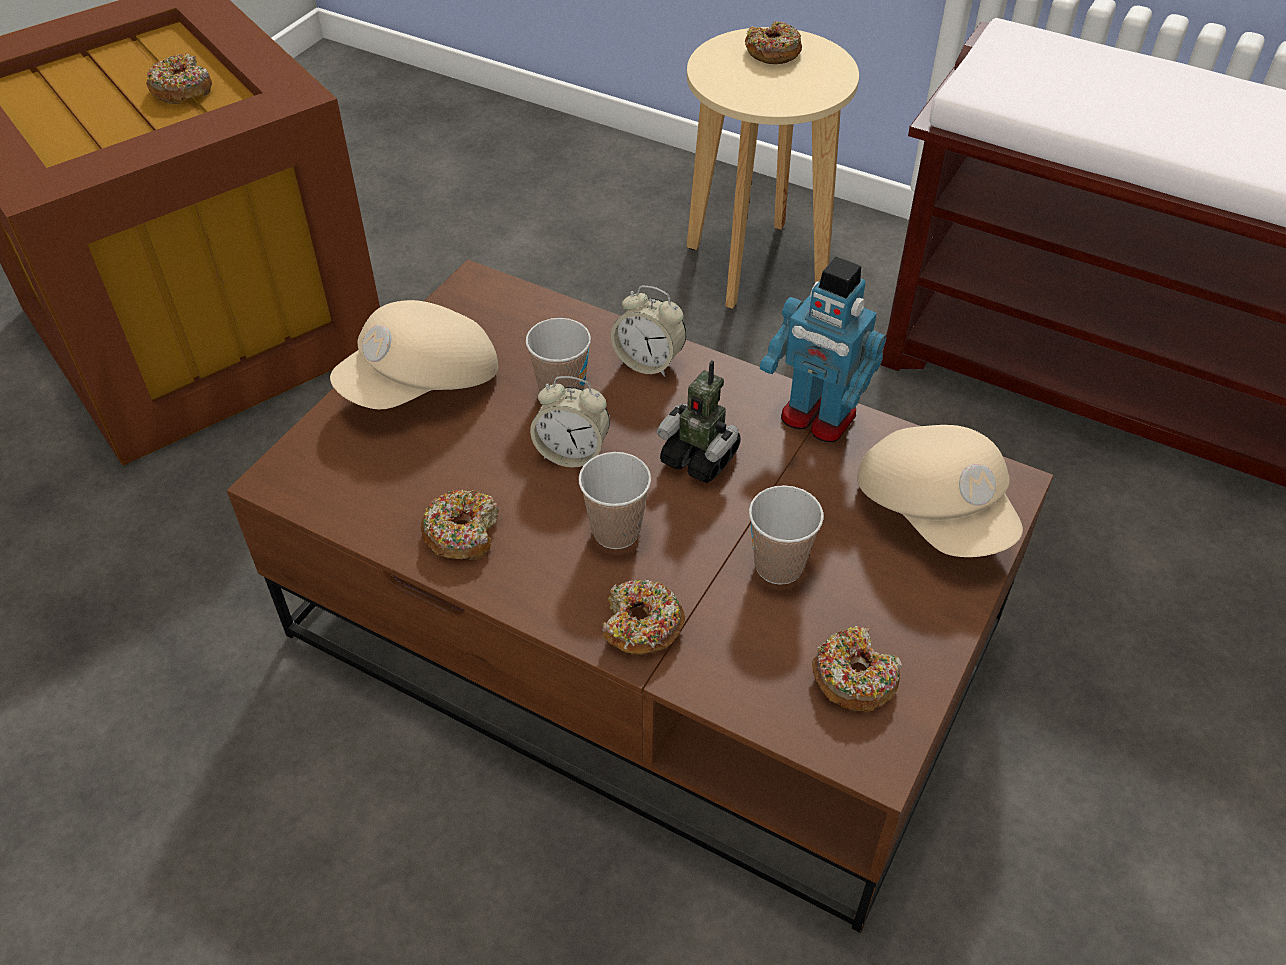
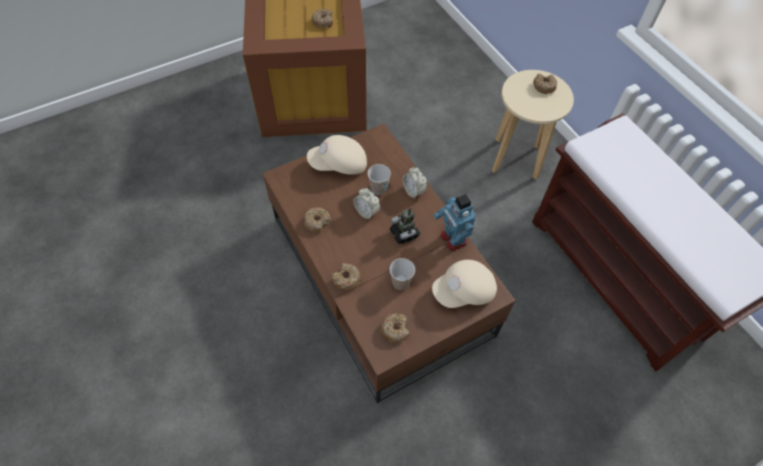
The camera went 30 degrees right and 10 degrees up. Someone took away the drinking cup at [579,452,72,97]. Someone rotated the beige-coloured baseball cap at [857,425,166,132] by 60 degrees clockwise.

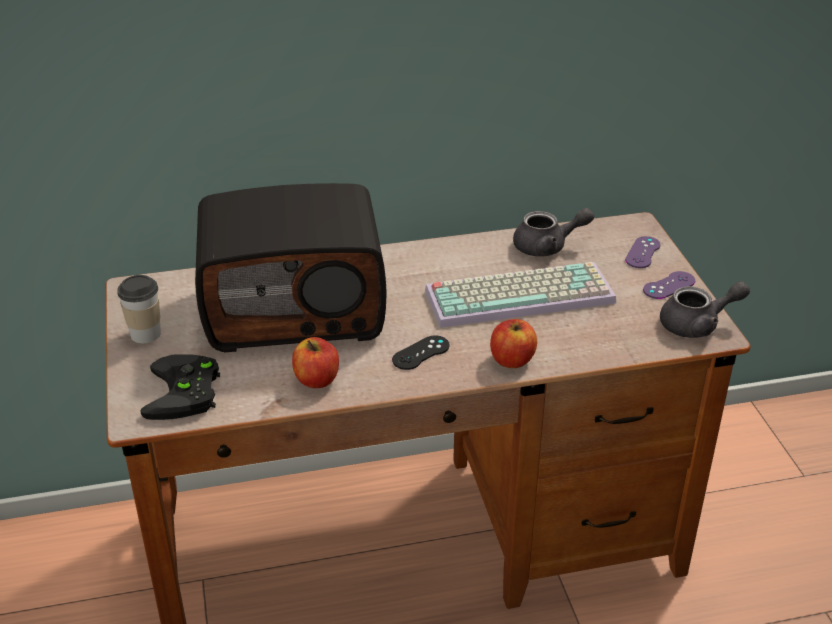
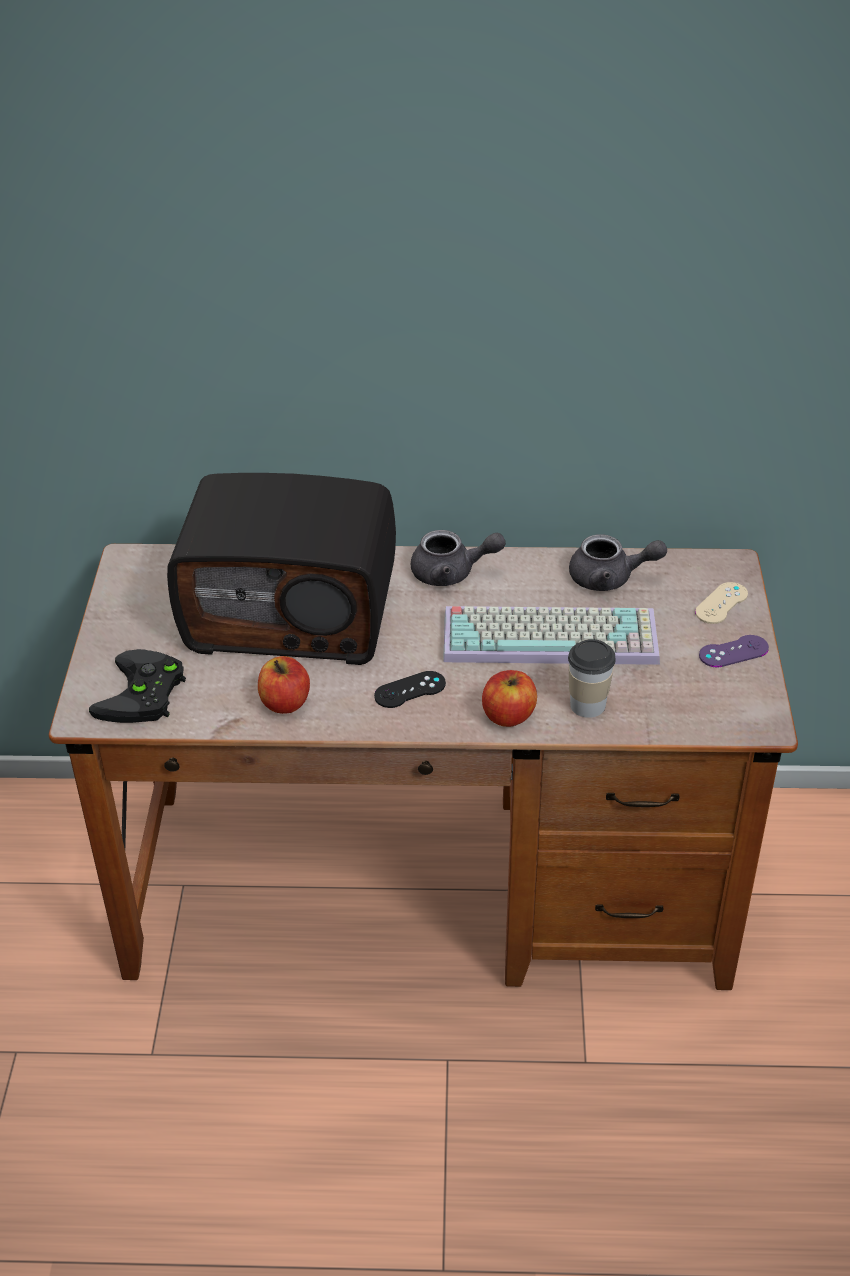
The camera went 15 degrees right and 5 degrees up. Someone carried the drinking cup from [117,275,44,68] to [568,639,48,79]. Someone repainted the purple-coloured joypad at [625,236,36,32], which became the beige-coloured joypad at [695,582,53,42]. Someone carried the grey pot for tea from [660,281,90,57] to [411,530,95,56].

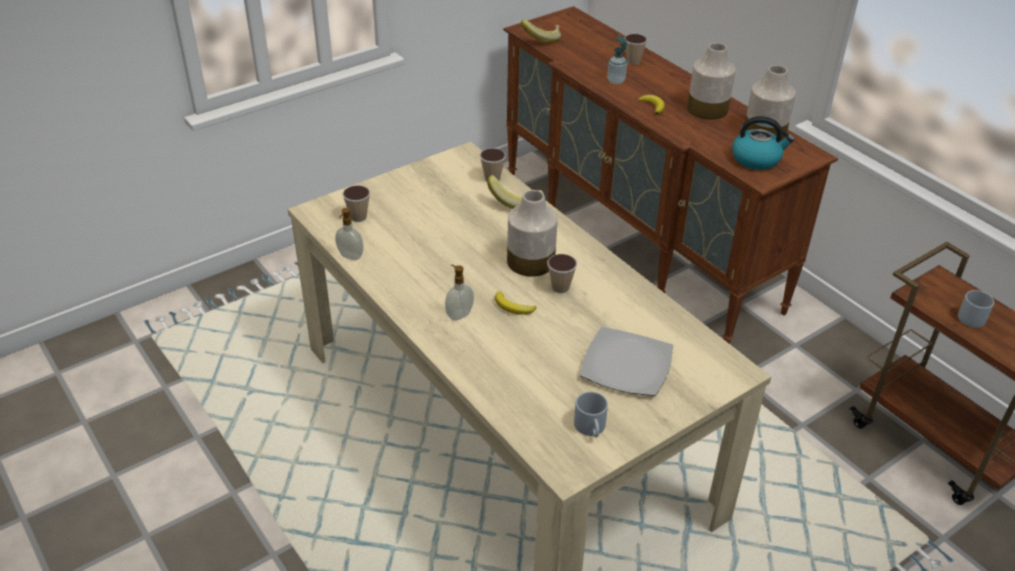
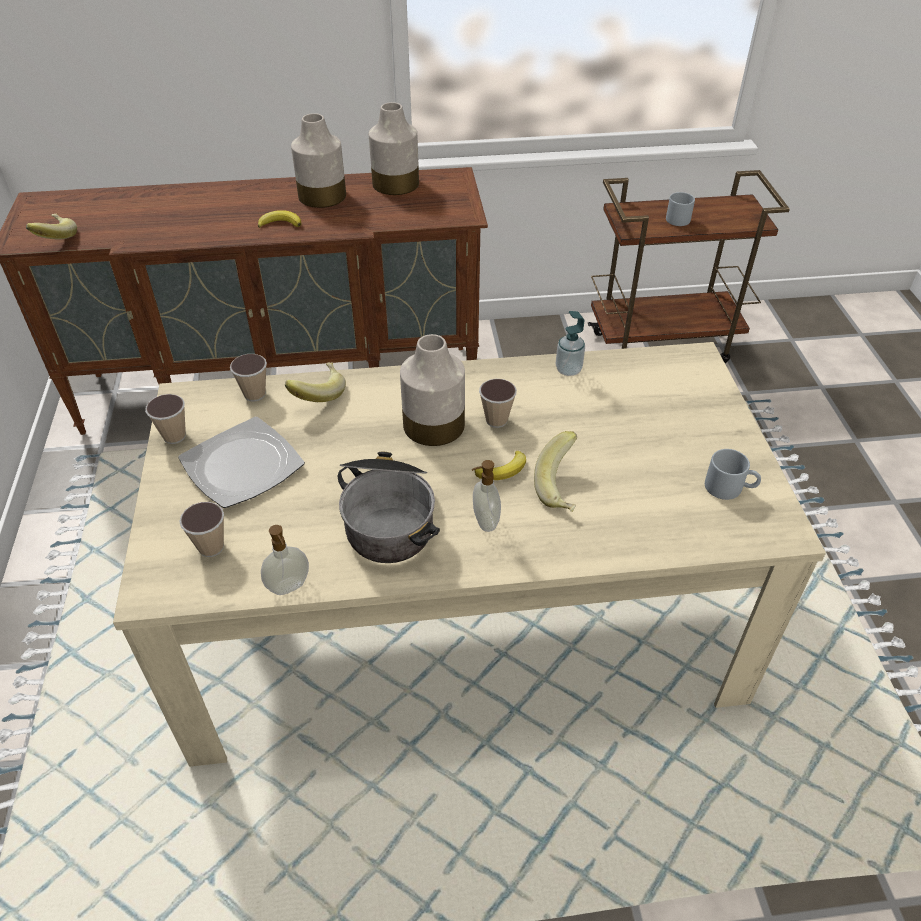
The camera went 60 degrees left and 5 degrees up. Someone carried the plate from [580,327,93,69] to [178,417,127,91]. Someone carried the soap bottle from [607,36,20,48] to [556,311,29,65]. Someone carried the drinking cup from [624,34,23,31] to [145,394,41,50]. Someone took away the water kettle at [732,116,62,54]. Someone put down the saucepot at [337,452,103,111]. Someone put down the banana at [534,431,44,81].

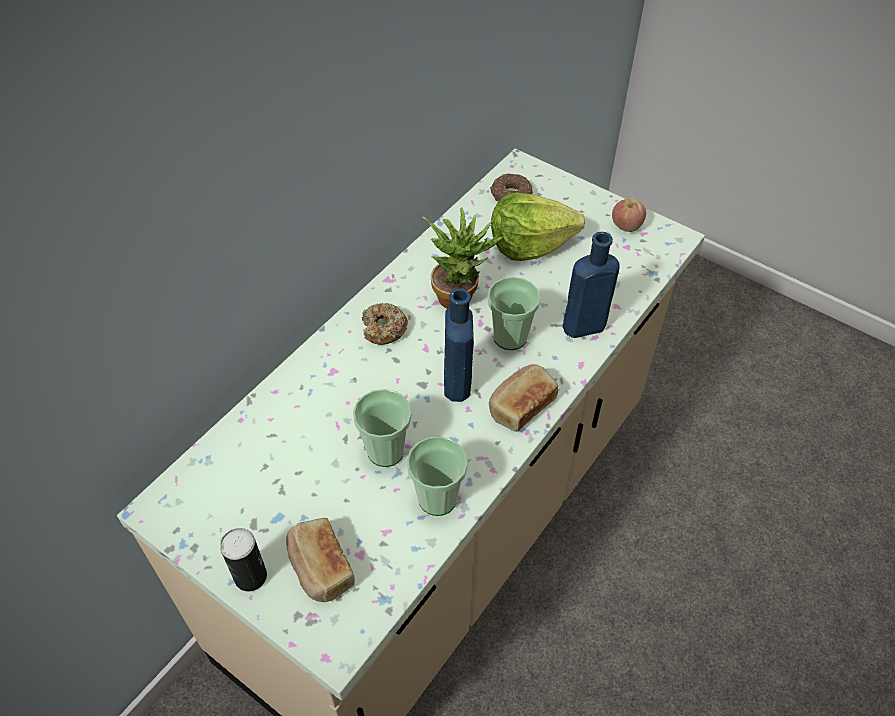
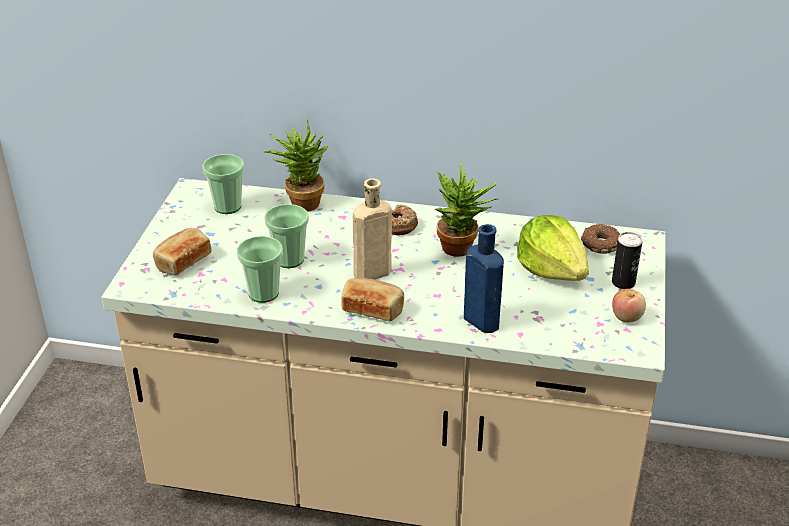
The camera went 65 degrees right and 15 degrees down. Someone carried the metal can from [220,528,47,63] to [612,232,31,57]. Someone repainted the bluish drink bottle at [444,288,30,114], which became the beige-coloured drink bottle at [353,178,39,102]. Someone carried the drinking cup from [487,277,54,73] to [202,154,42,60]. Someone put down the plant in a pot at [264,119,64,93].

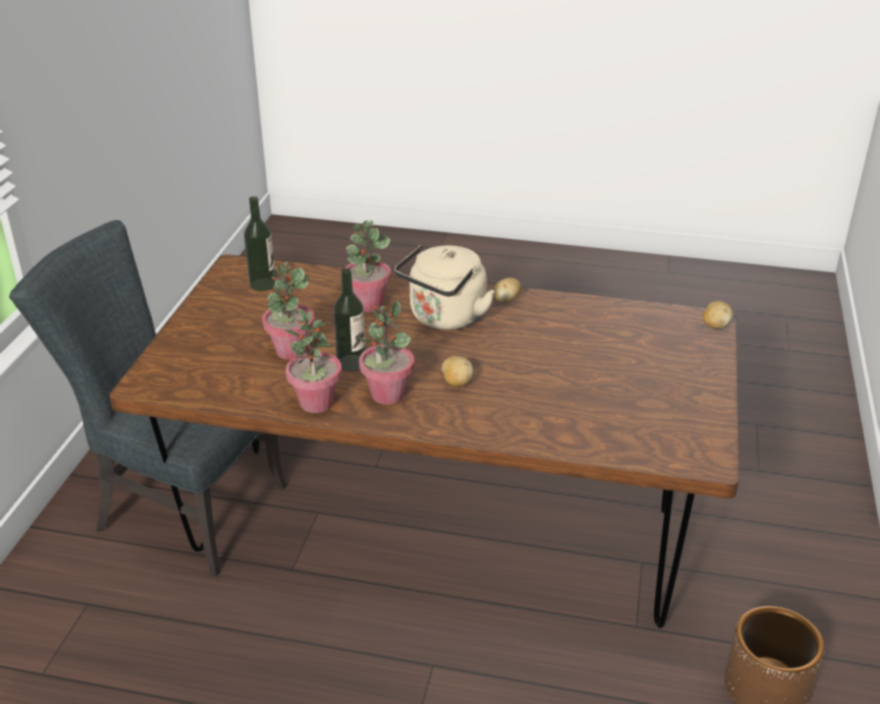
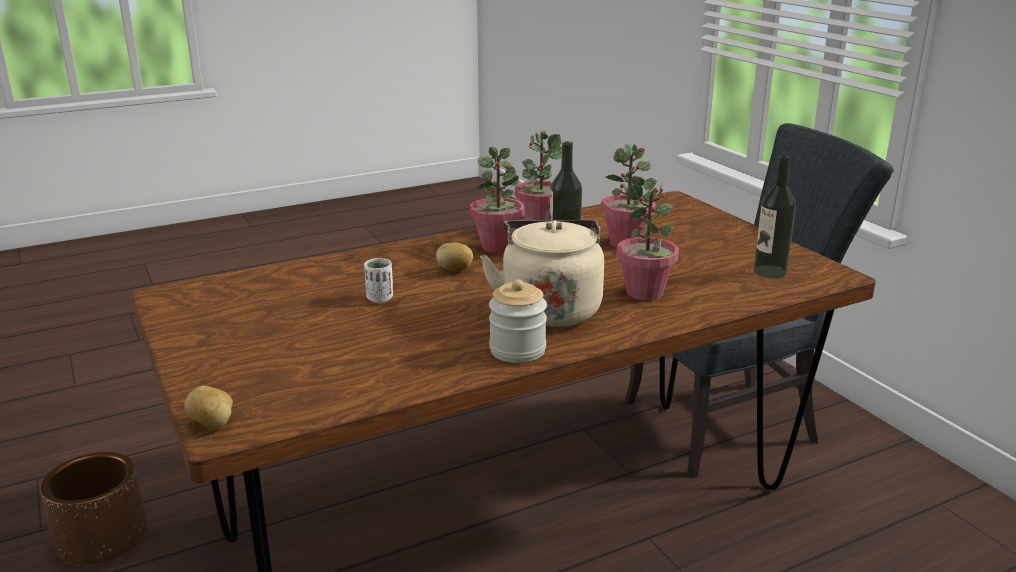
The camera went 140 degrees right and 10 degrees down. Someone swapped the potato at [493,278,28,25] for the jar at [489,279,58,84]. Someone put down the white drinking cup at [364,258,29,45].

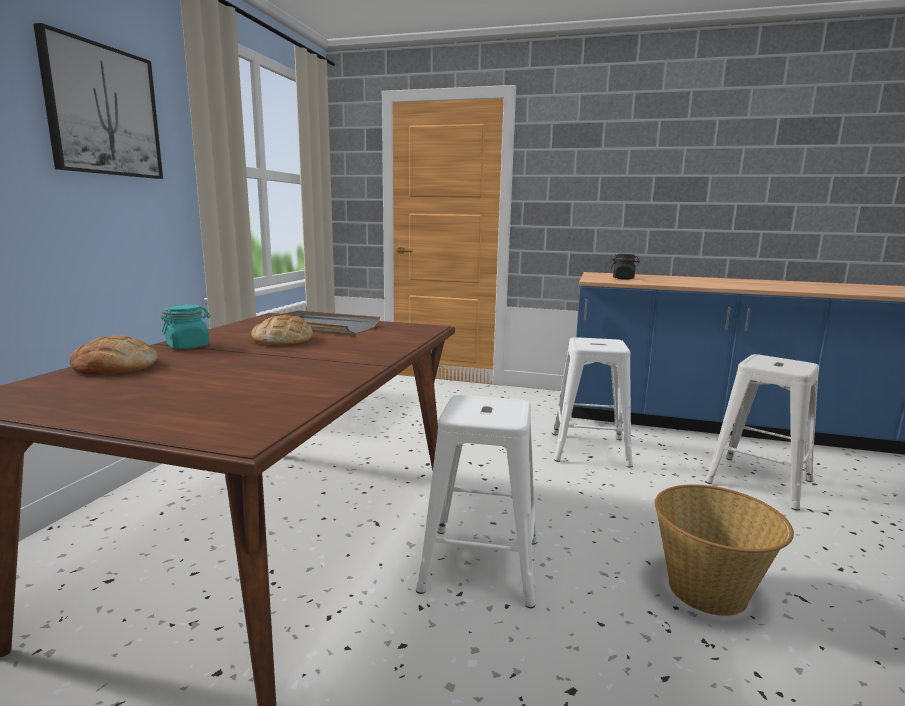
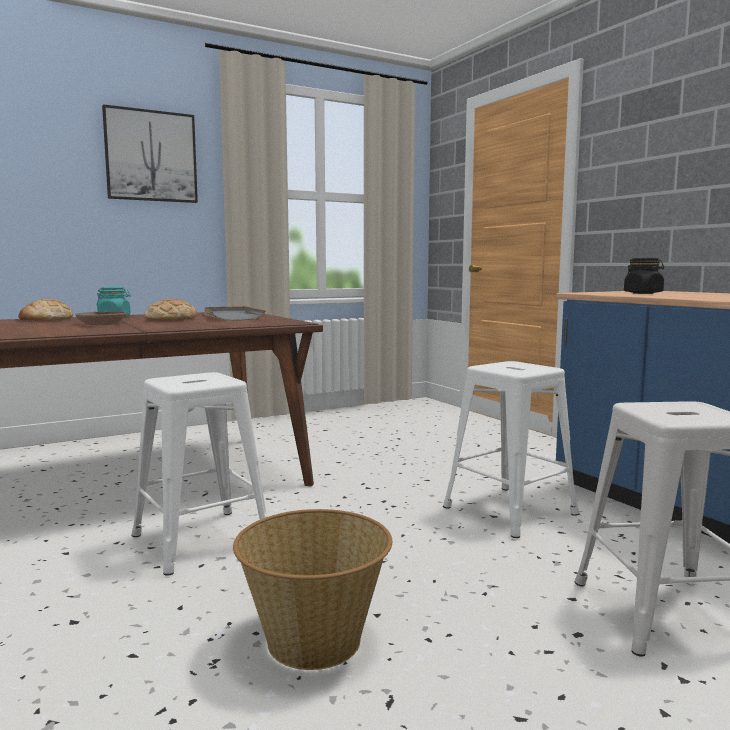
The camera went 45 degrees right and 5 degrees down. Someone put down the brownish bowl at [75,311,51,14].

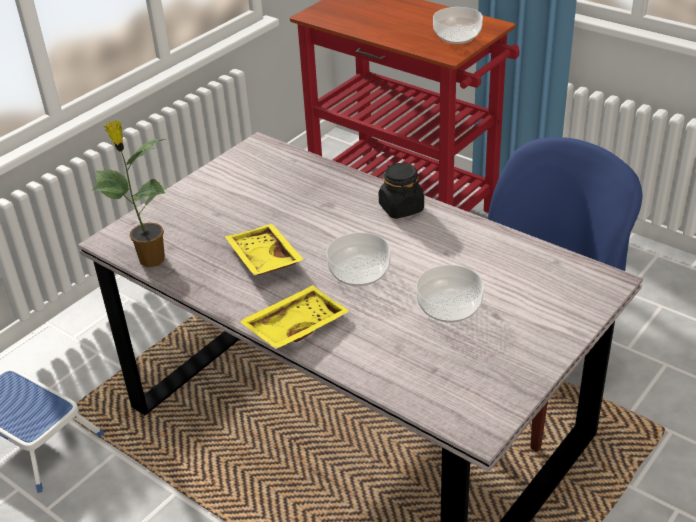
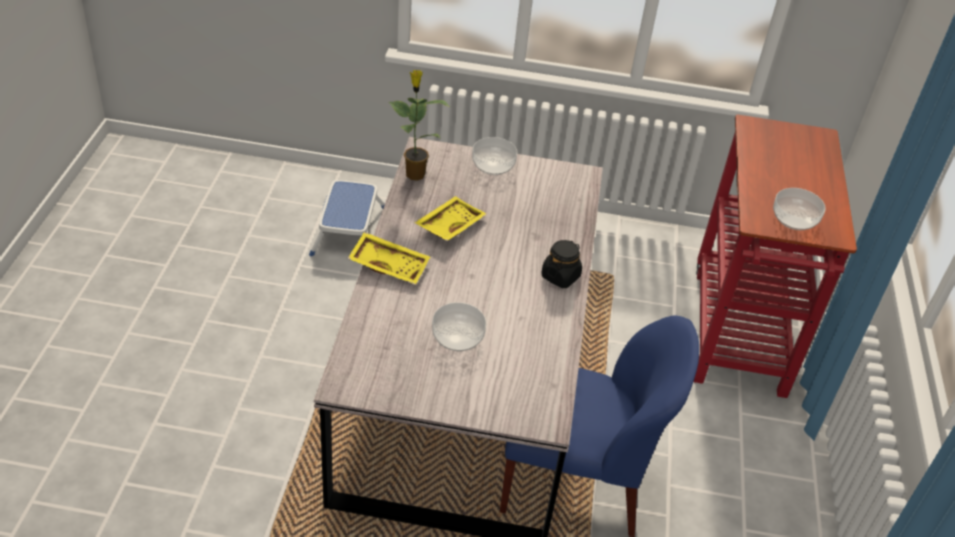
The camera went 55 degrees right and 5 degrees up. Someone carried the bowl from [326,232,65,55] to [472,137,45,38].

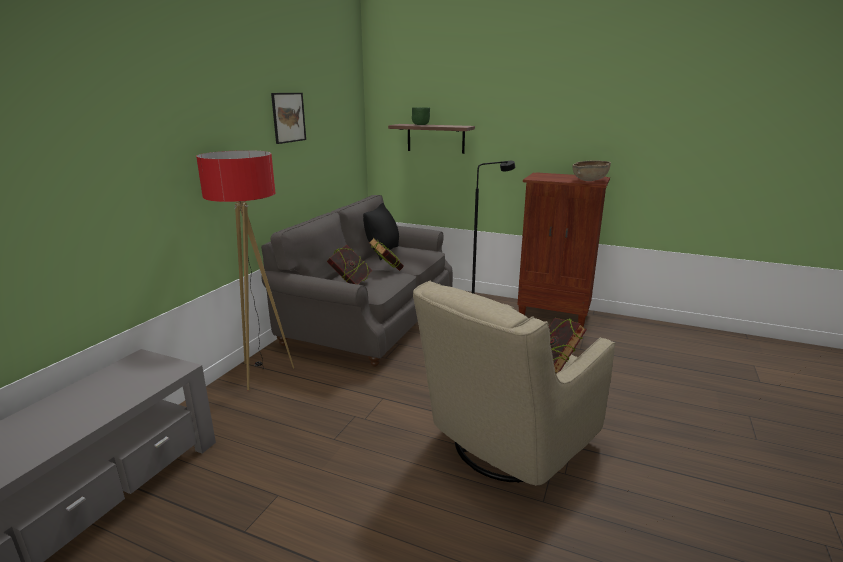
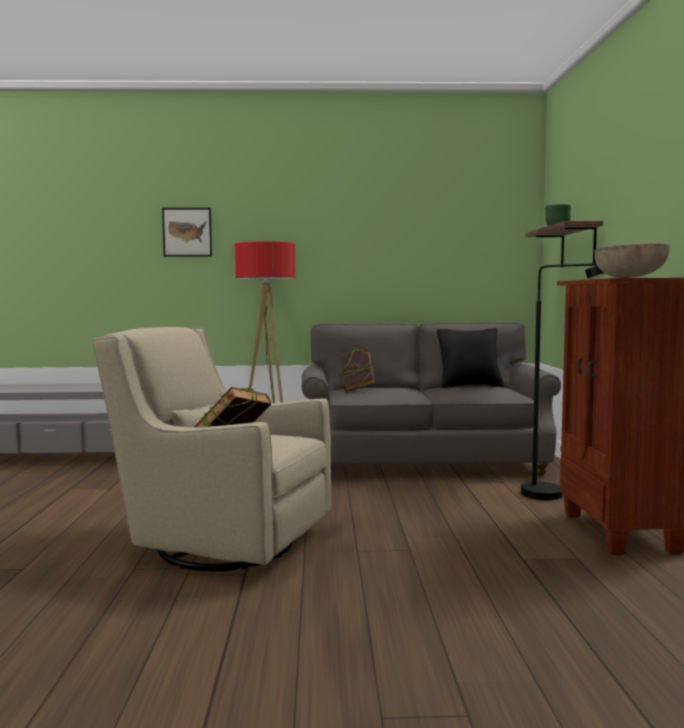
The camera went 65 degrees right and 15 degrees down. Someone carried the picture from [271,93,35,51] to [162,208,50,49]. Someone took away the volume at [368,239,36,32].

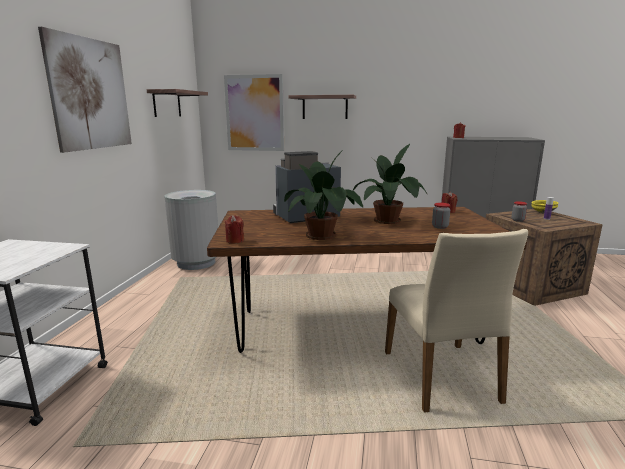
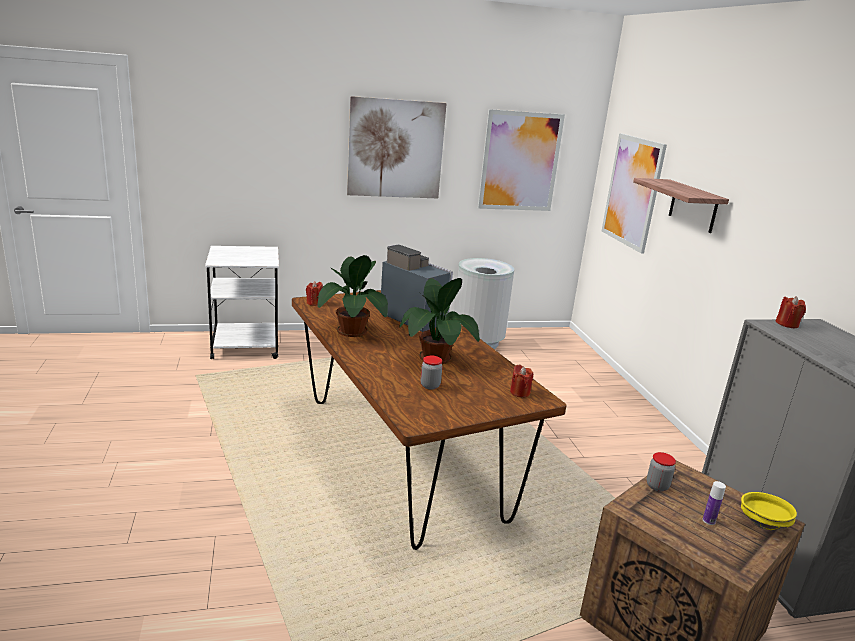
The camera went 65 degrees right and 5 degrees up. Someone swapped the wall shelf at [147,89,61,28] for the picture at [478,109,87,102]. Someone took away the beige-coloured chair at [385,229,143,184].

